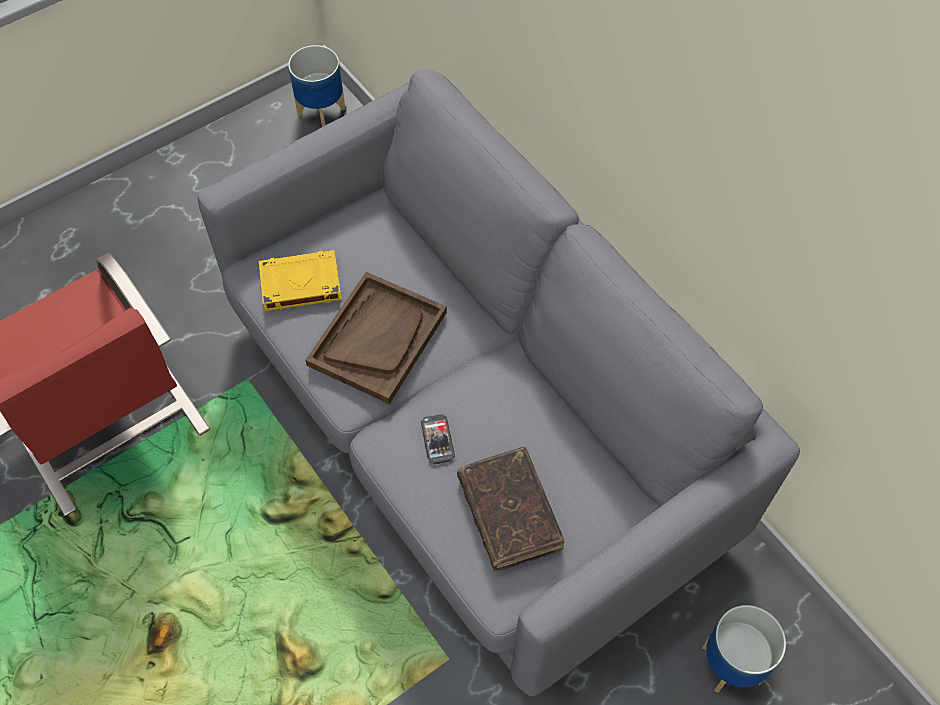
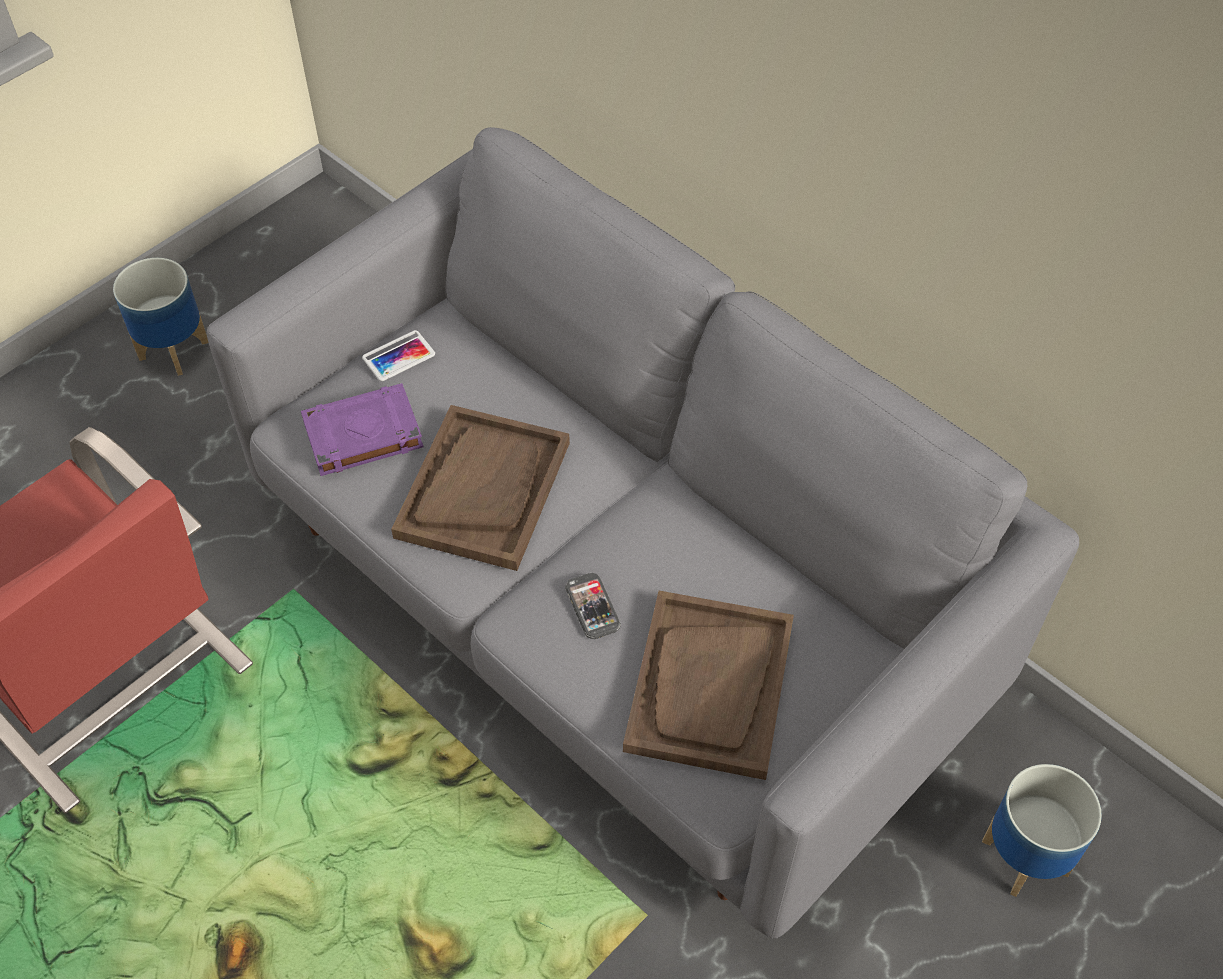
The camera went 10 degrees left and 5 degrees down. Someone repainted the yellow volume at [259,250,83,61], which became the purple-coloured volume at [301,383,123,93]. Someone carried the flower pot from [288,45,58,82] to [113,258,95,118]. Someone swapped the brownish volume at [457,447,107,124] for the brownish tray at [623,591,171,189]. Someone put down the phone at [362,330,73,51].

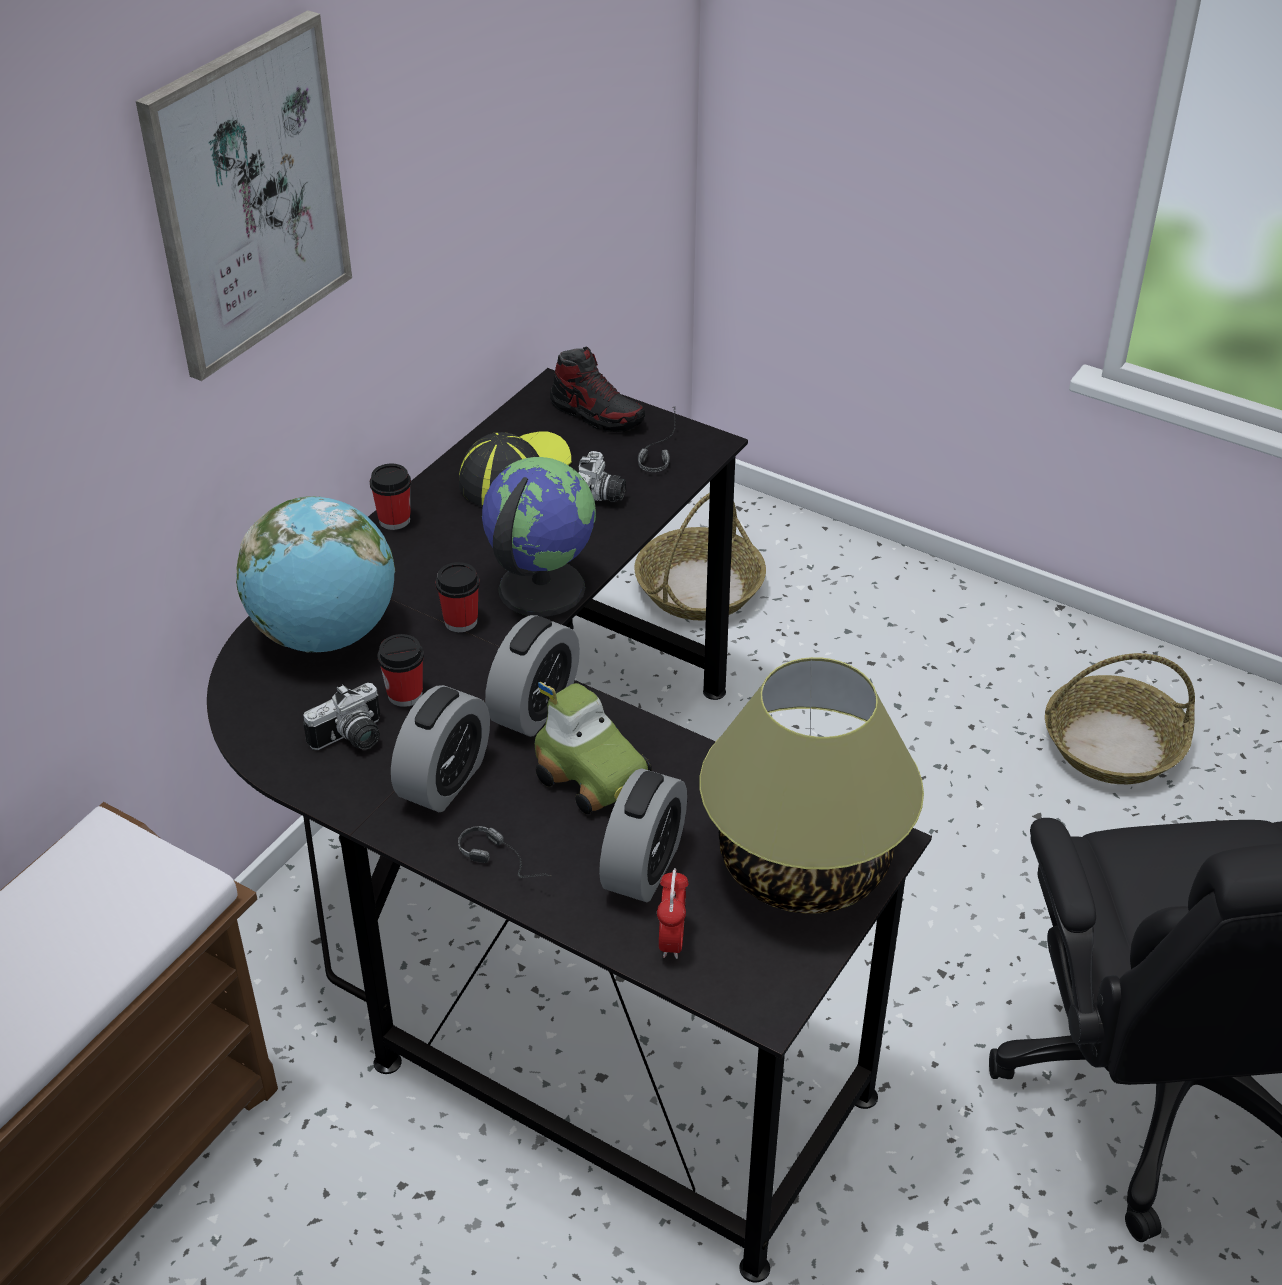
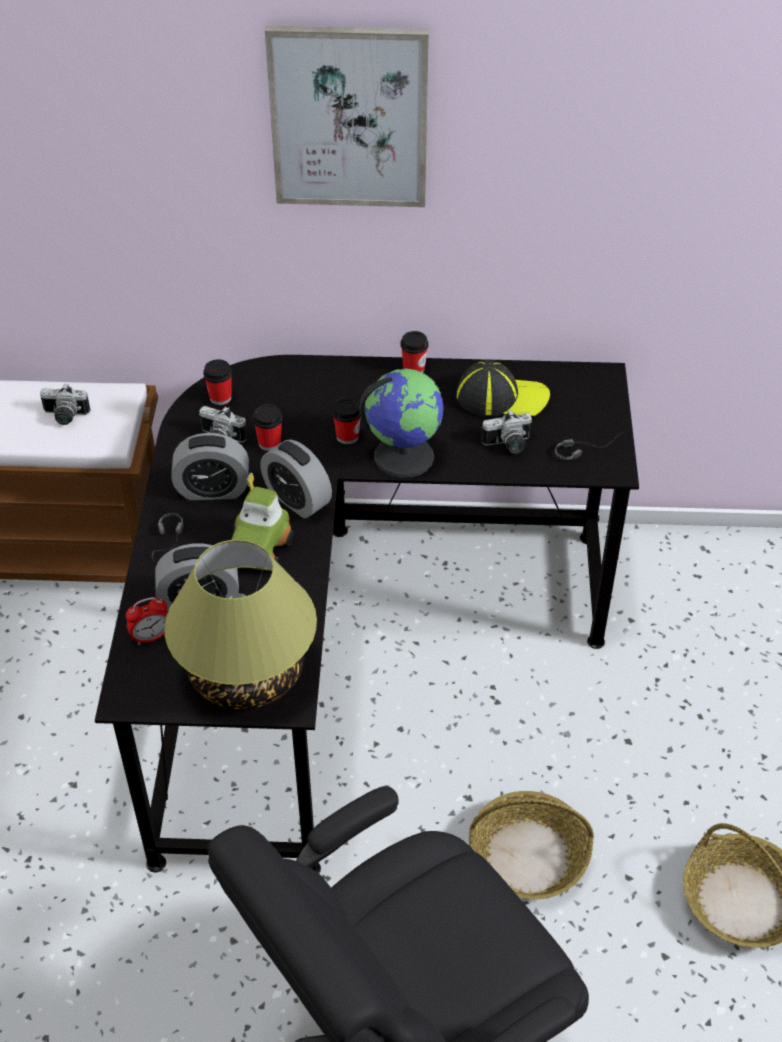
The camera went 60 degrees right and 5 degrees up. Someone took away the desk globe at [236,496,159,157]. Someone rotated the alarm clock at [485,615,95,122] by 45 degrees clockwise. Someone took away the low shoe at [550,347,95,85]. Someone carried the storage basket from [634,493,132,128] to [469,791,125,108]. Someone put down the still camera at [40,384,50,41]. Someone put down the drinking cup at [203,359,29,46].

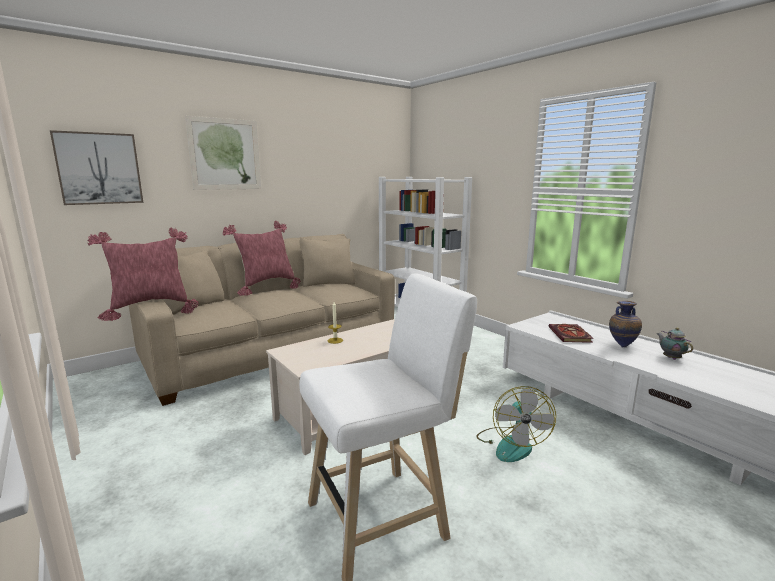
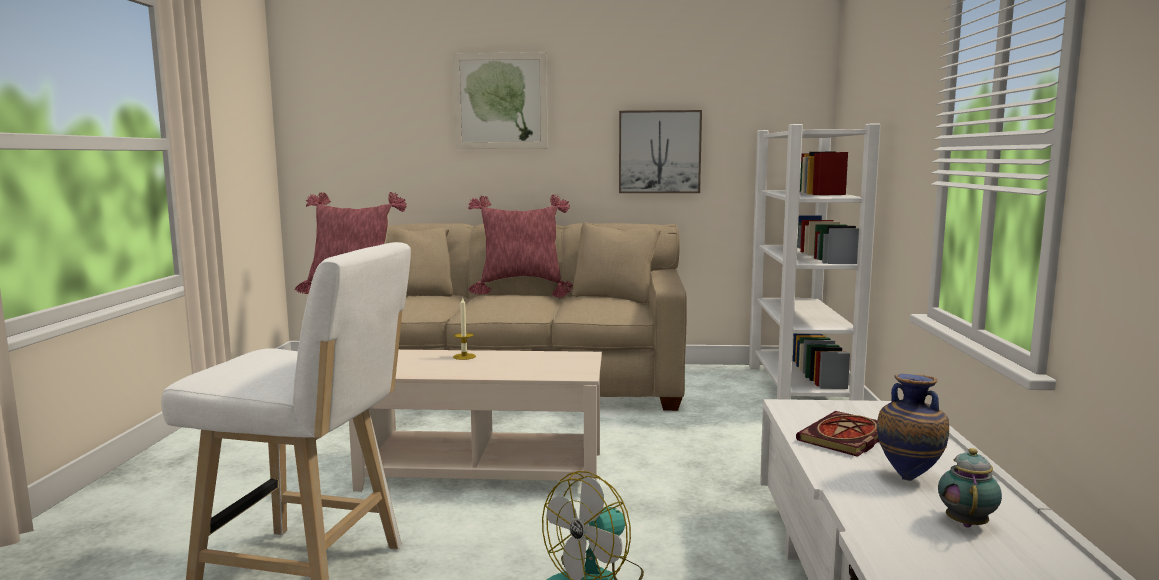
The camera went 40 degrees right and 5 degrees down. Someone carried the picture from [50,130,94,75] to [619,110,83,83].

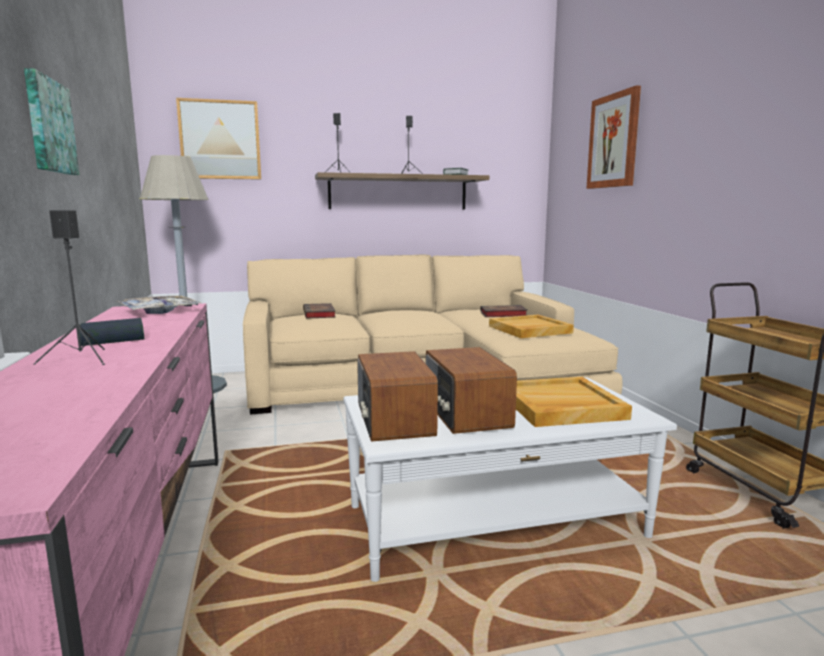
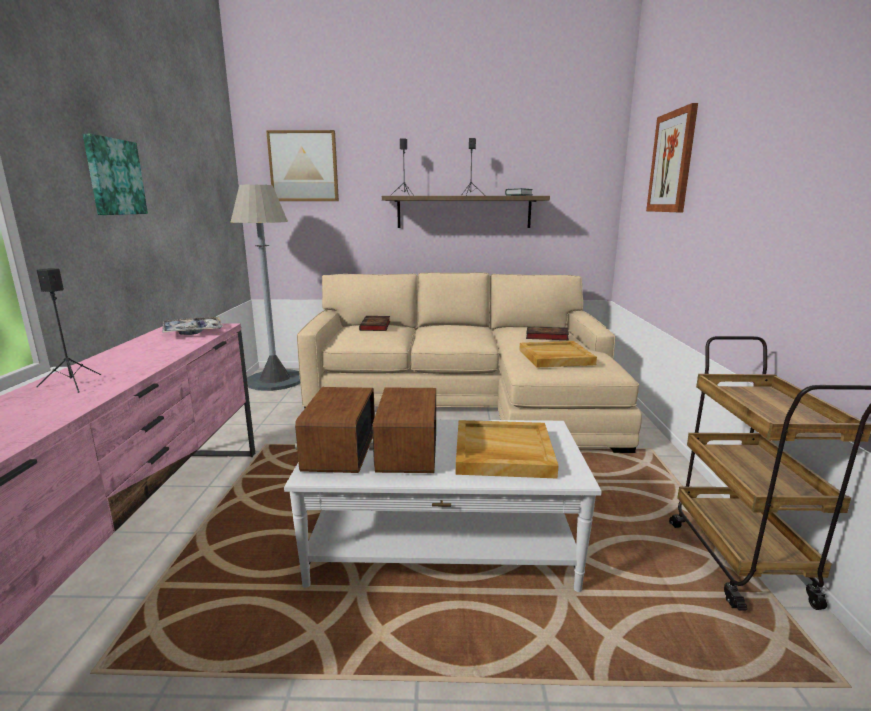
The camera went 15 degrees right and 5 degrees up. Someone took away the volume at [79,318,65,28].

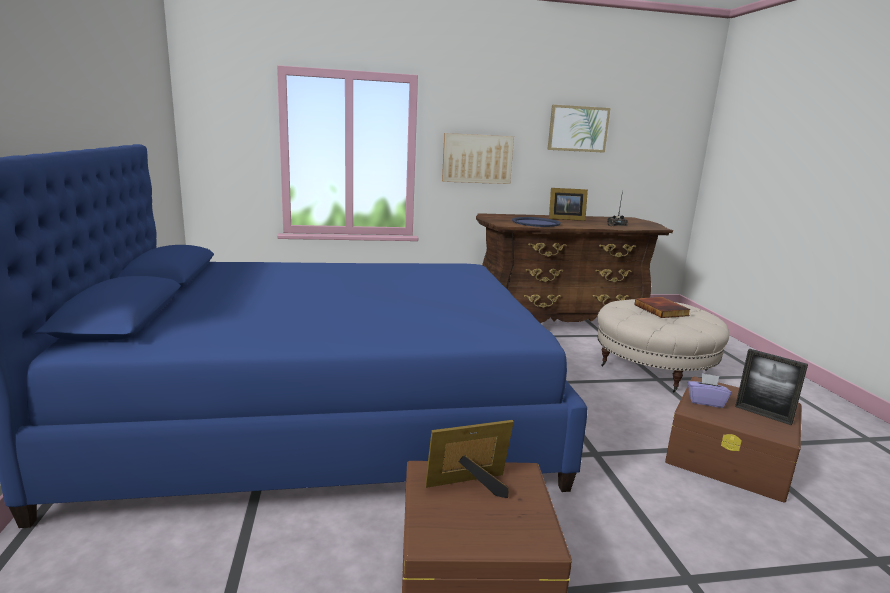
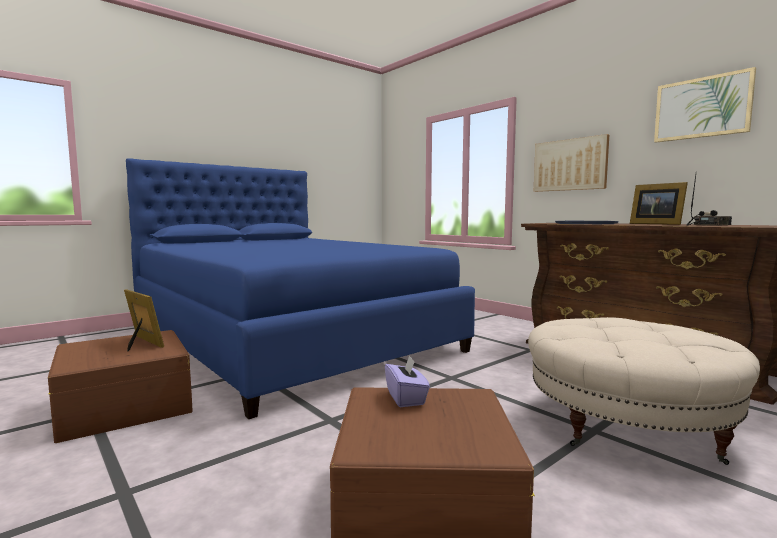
The camera went 60 degrees right and 10 degrees down. Someone took away the volume at [634,297,57,21]. Someone took away the photo frame at [735,349,73,76].

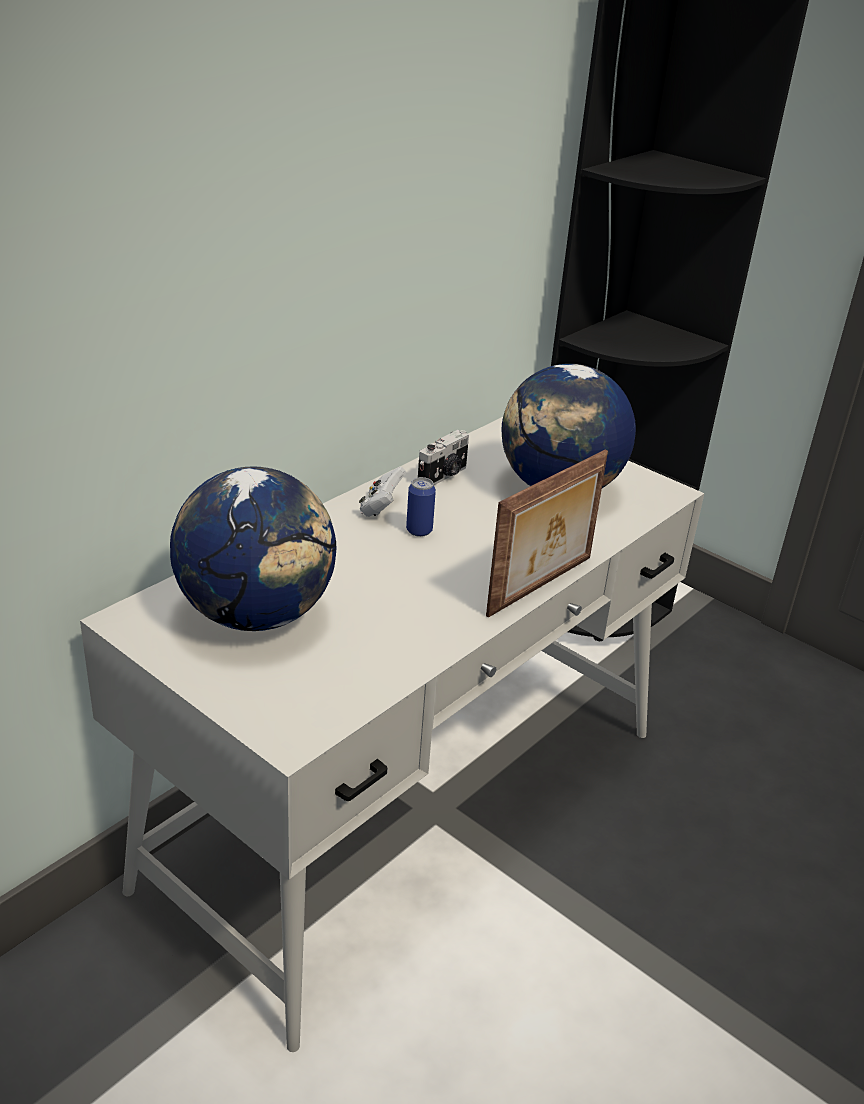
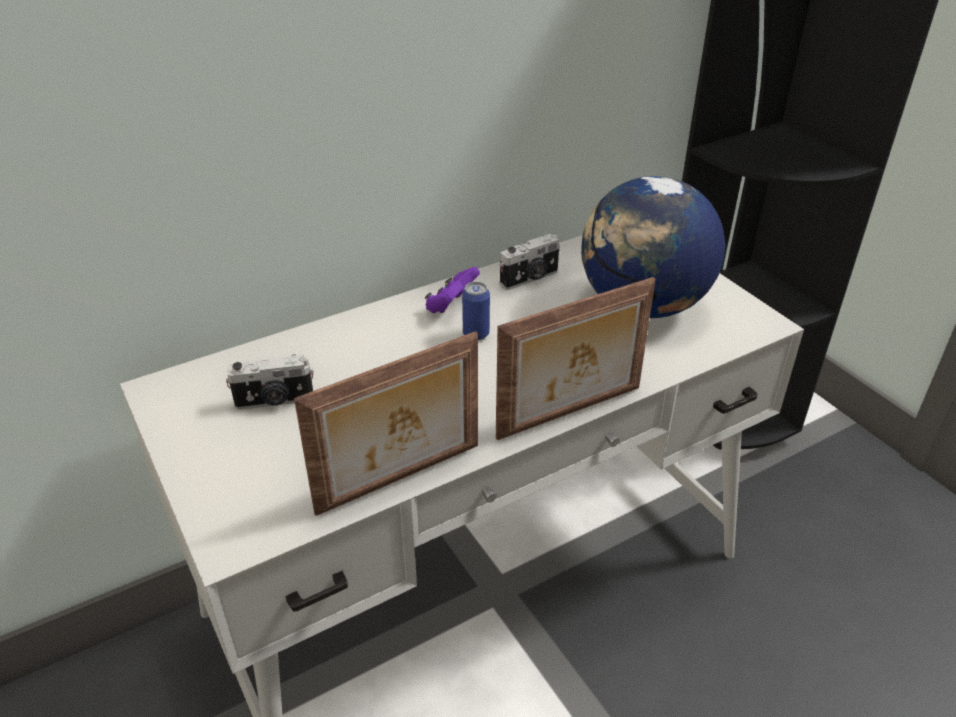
The camera went 20 degrees right and 5 degrees up. Someone swapped the desk globe at [170,466,167,165] for the still camera at [226,354,88,56]. Someone repainted the white joypad at [359,467,47,50], which became the purple-coloured joypad at [425,267,55,46]. Someone put down the photo frame at [294,331,184,185].

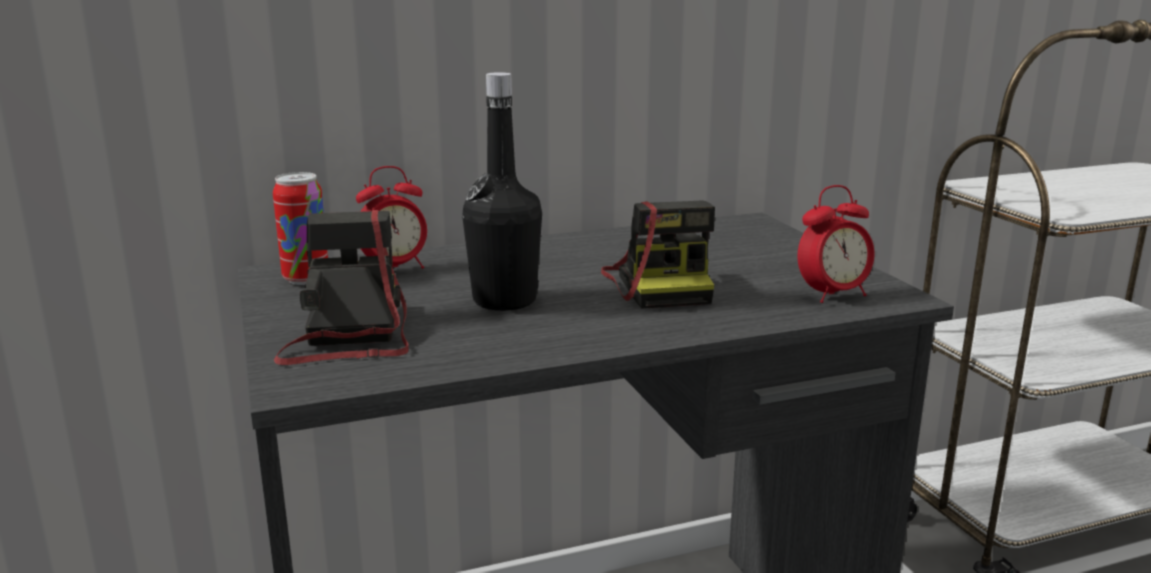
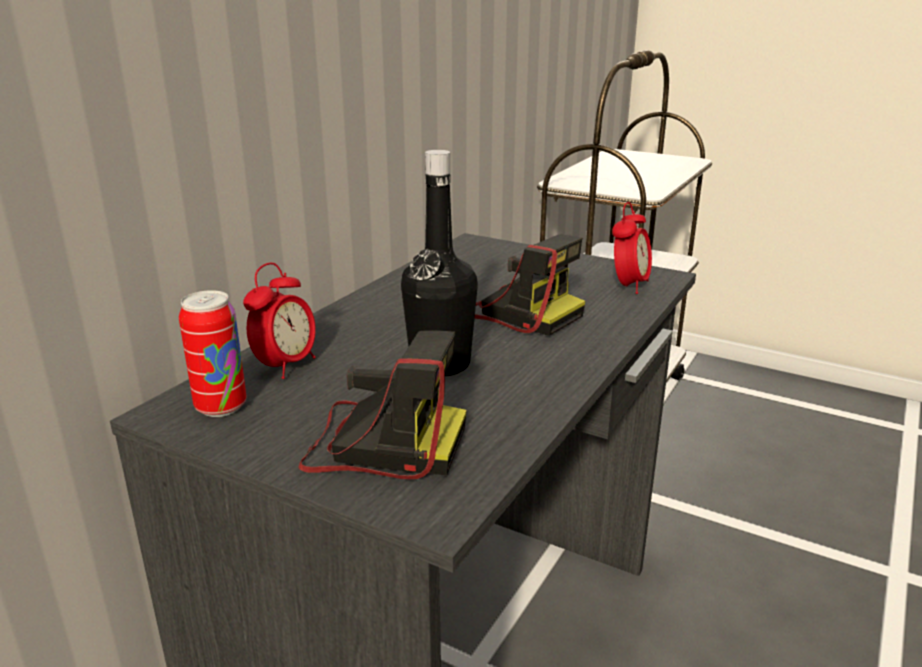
The camera went 40 degrees left and 5 degrees up. Someone rotated the still camera at [274,210,135,155] by 150 degrees clockwise.

